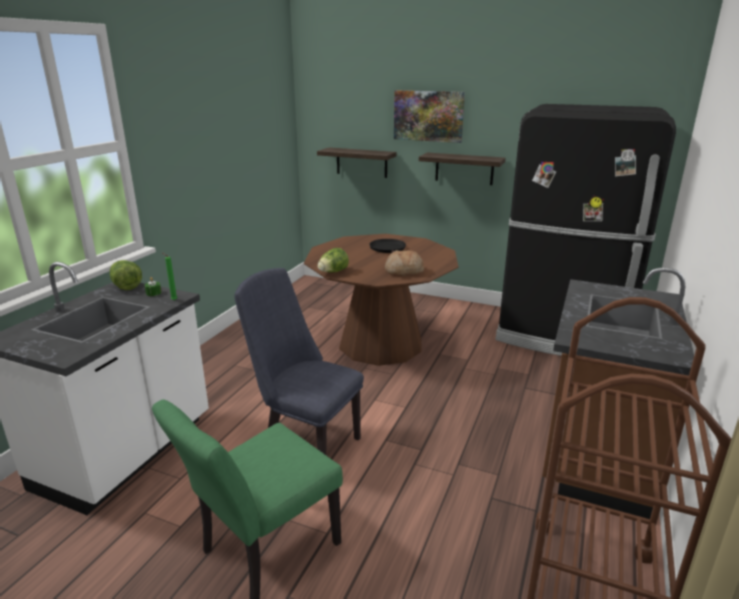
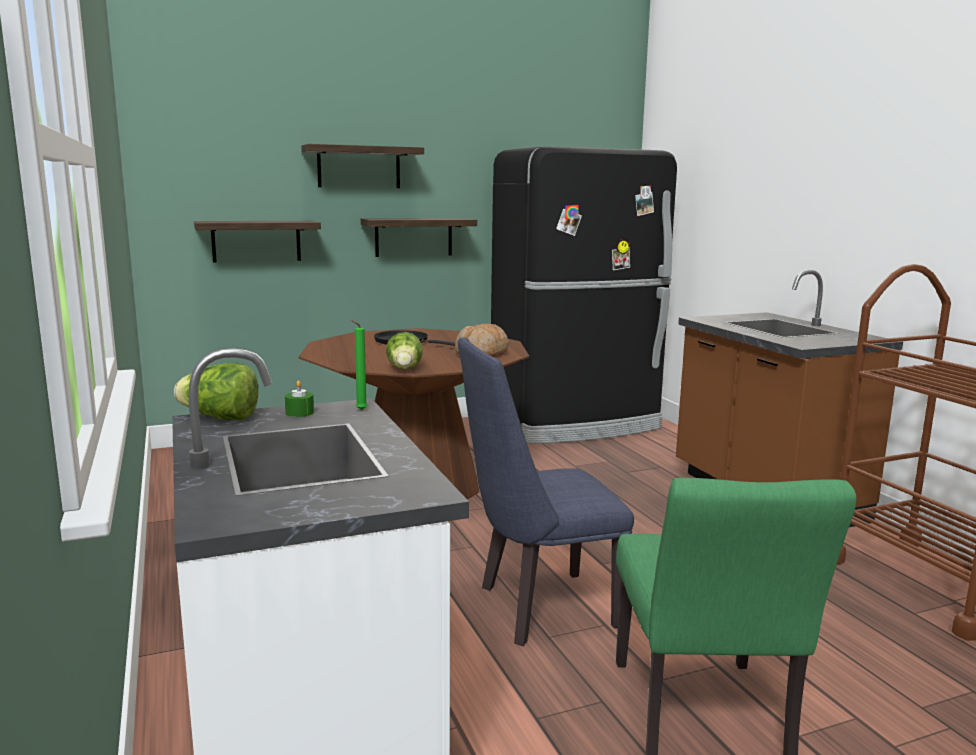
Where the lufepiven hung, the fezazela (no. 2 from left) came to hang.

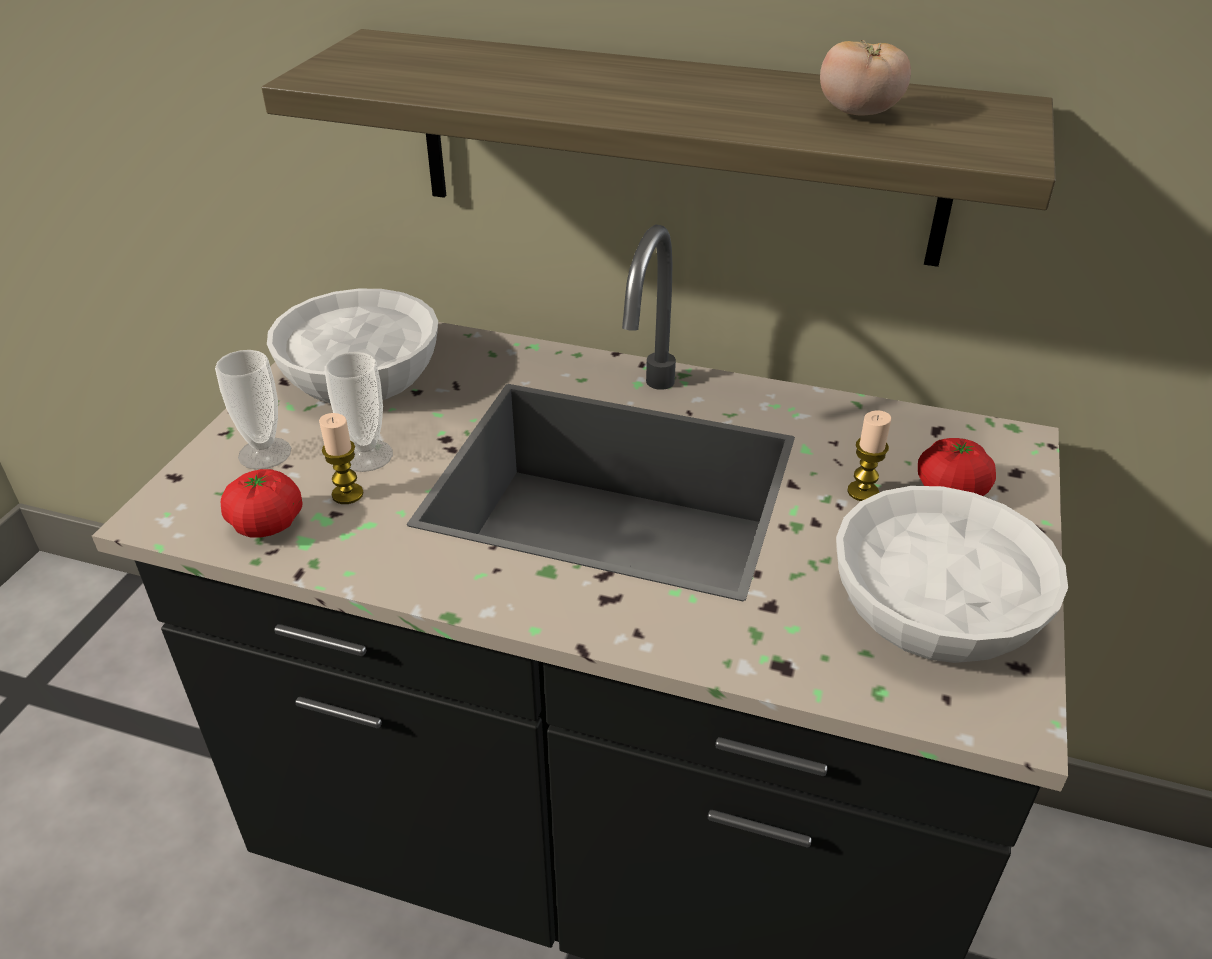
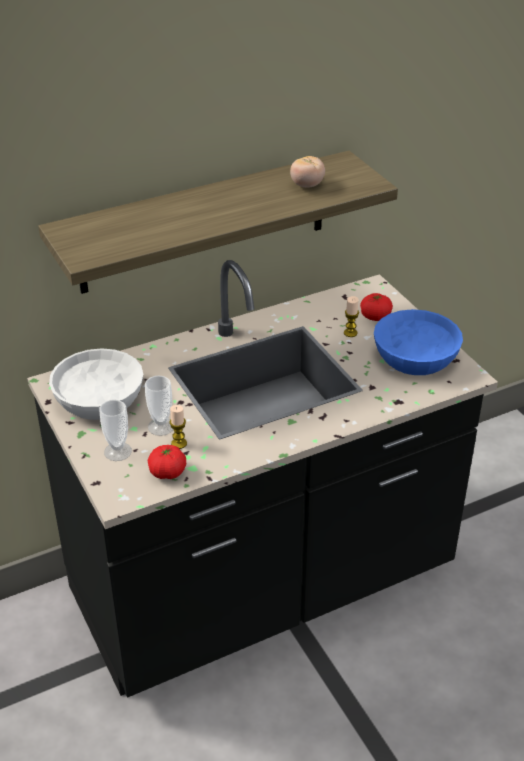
What was the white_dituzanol (no. 2 from left) turned into the blue_dituzanol.

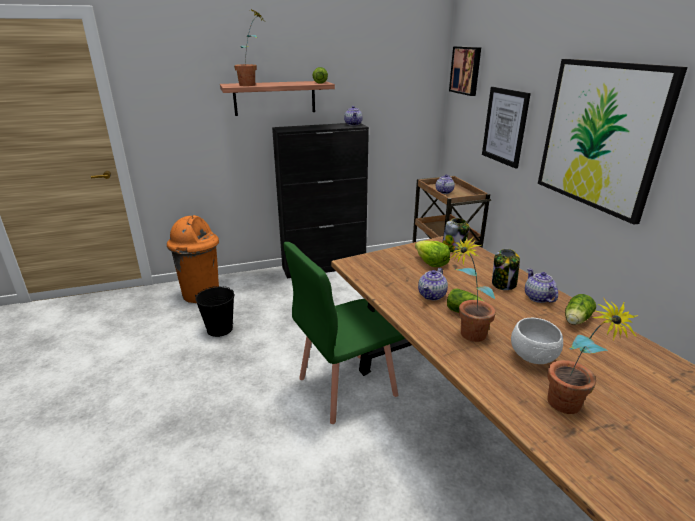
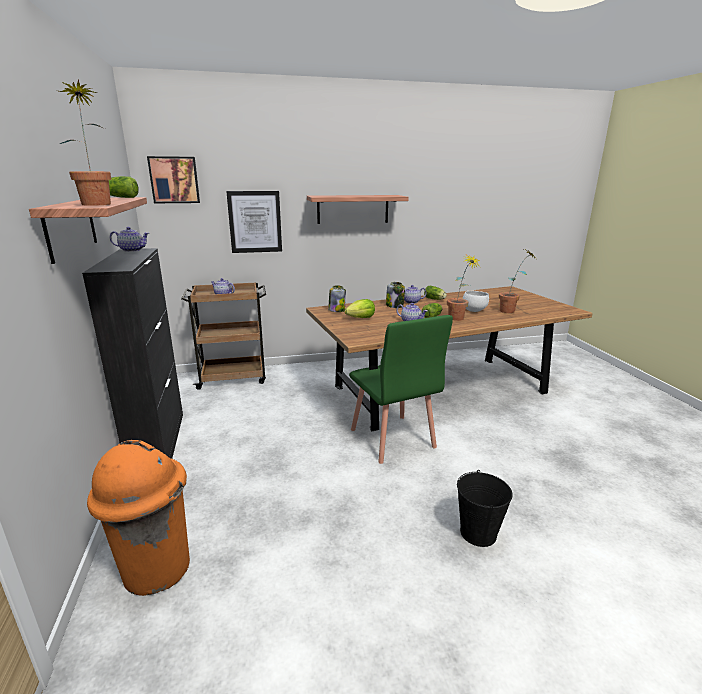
Where the lufepiven (no. 3 from left) hung, the fezazela (no. 2 from left) came to hang. The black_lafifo ended up elsewhere.

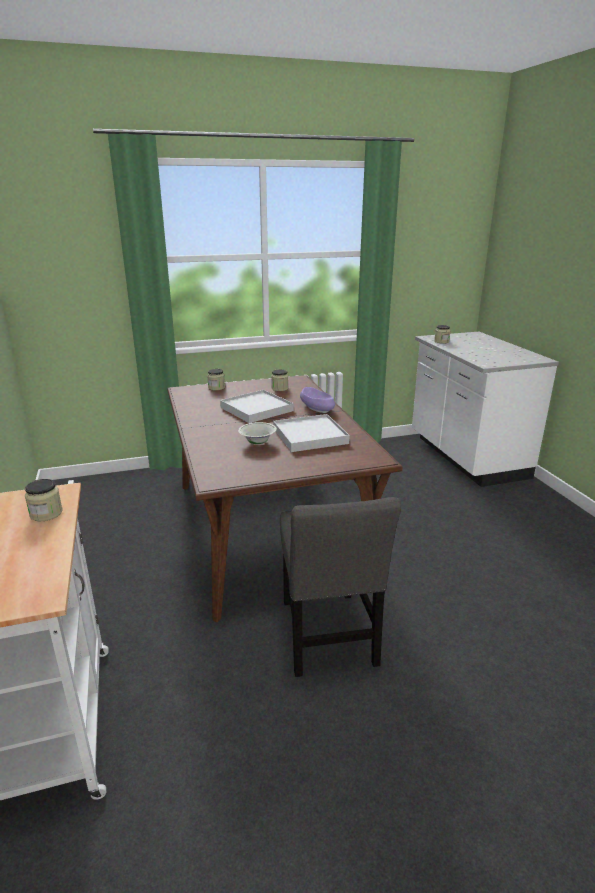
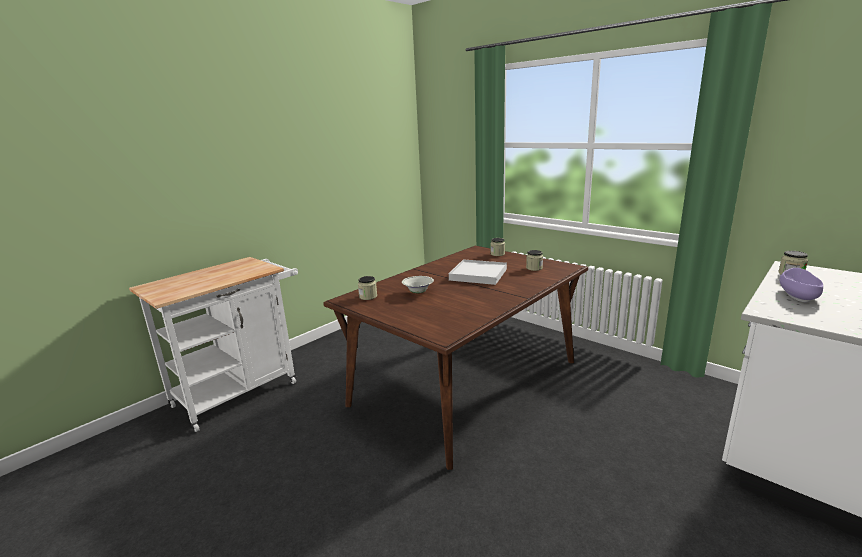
The purple_dituzanol ended up elsewhere. The second view lost the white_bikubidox (no. 2 from left). The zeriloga (no. 1 from left) ended up elsewhere. The second view lost the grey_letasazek.

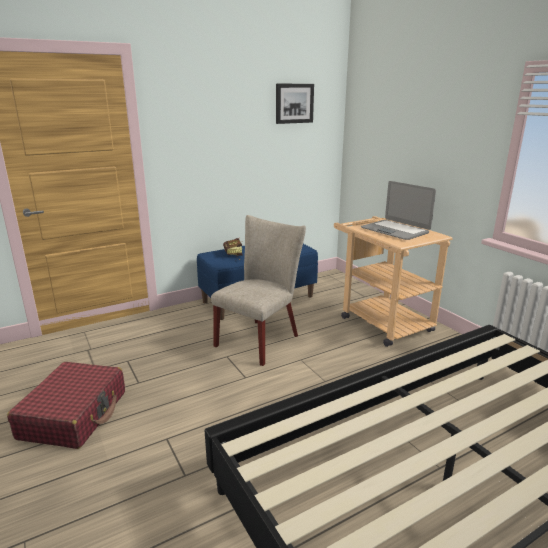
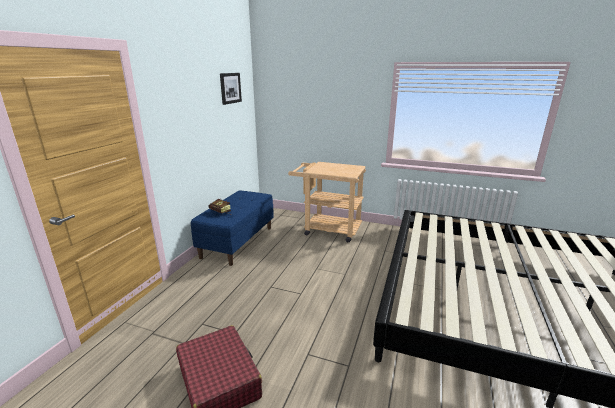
The second view lost the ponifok. The second view lost the beige_letasazek.

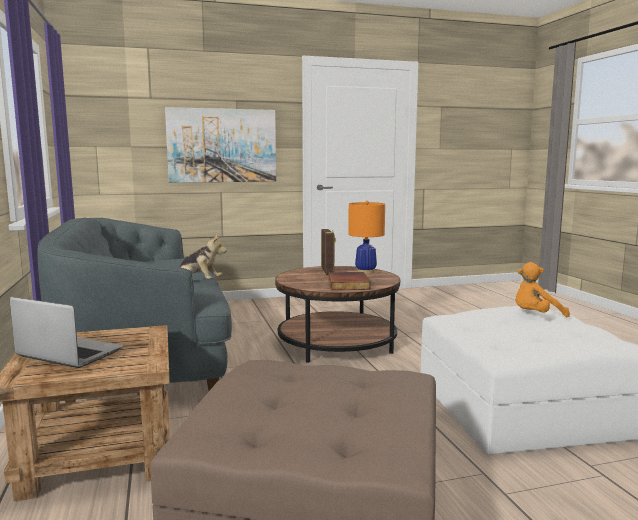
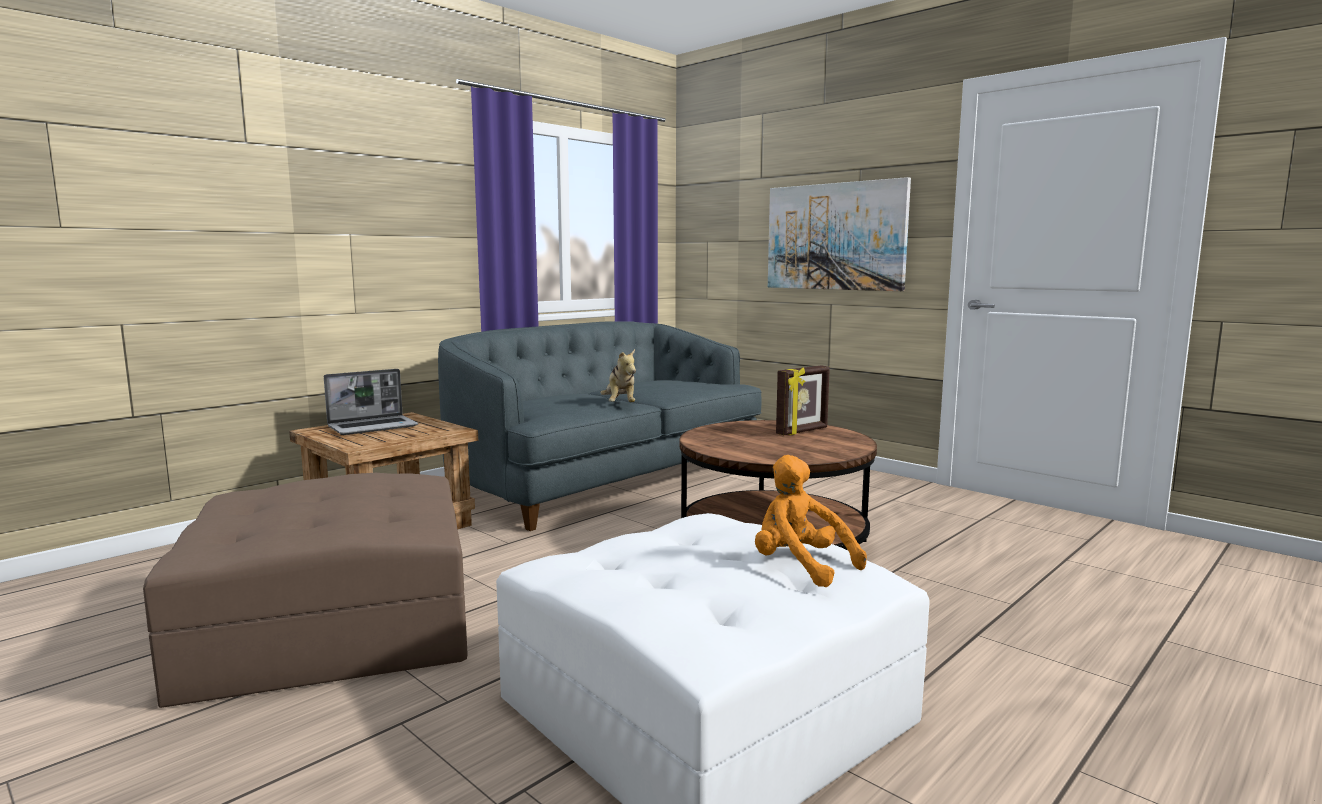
The second view lost the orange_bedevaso. The second view lost the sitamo. The ponifok ended up facing another way, 60 degrees clockwise from before.

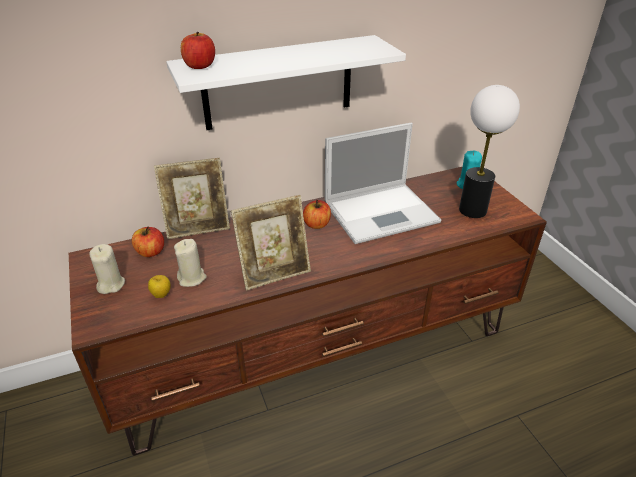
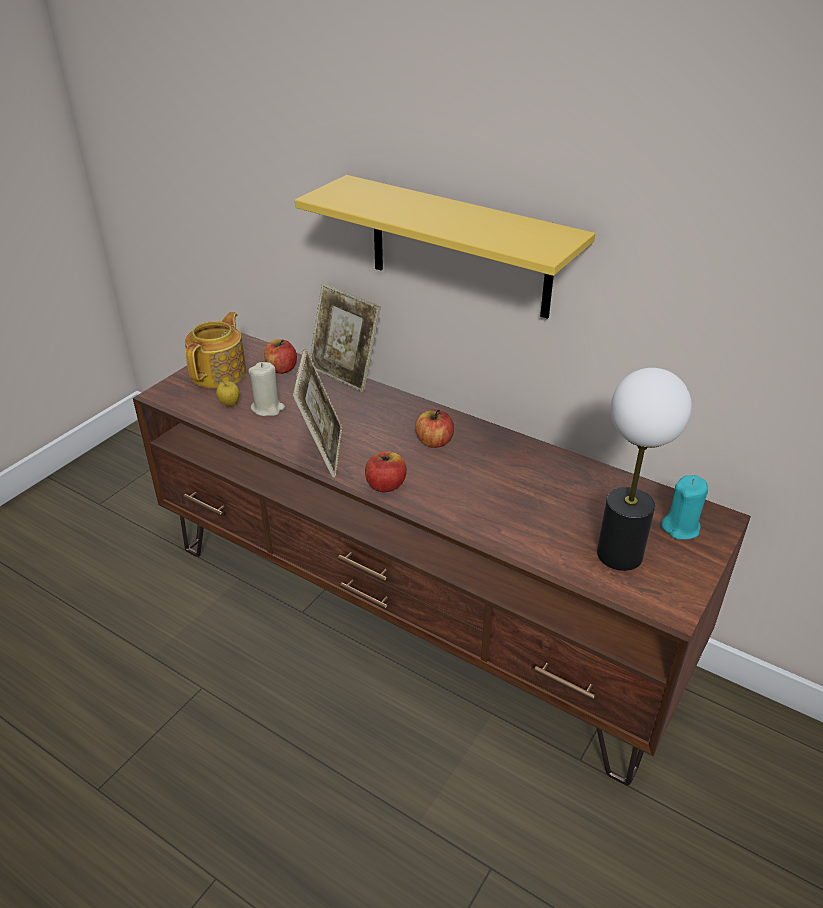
The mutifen (no. 3 from left) ended up elsewhere. What was the white_fezazela turned into the yellow_fezazela. The second view lost the ponifok. The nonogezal (no. 2 from left in the first image) ended up facing another way, 120 degrees counterclockwise from before. Where the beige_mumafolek (no. 1 from left) stood, the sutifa came to stand.

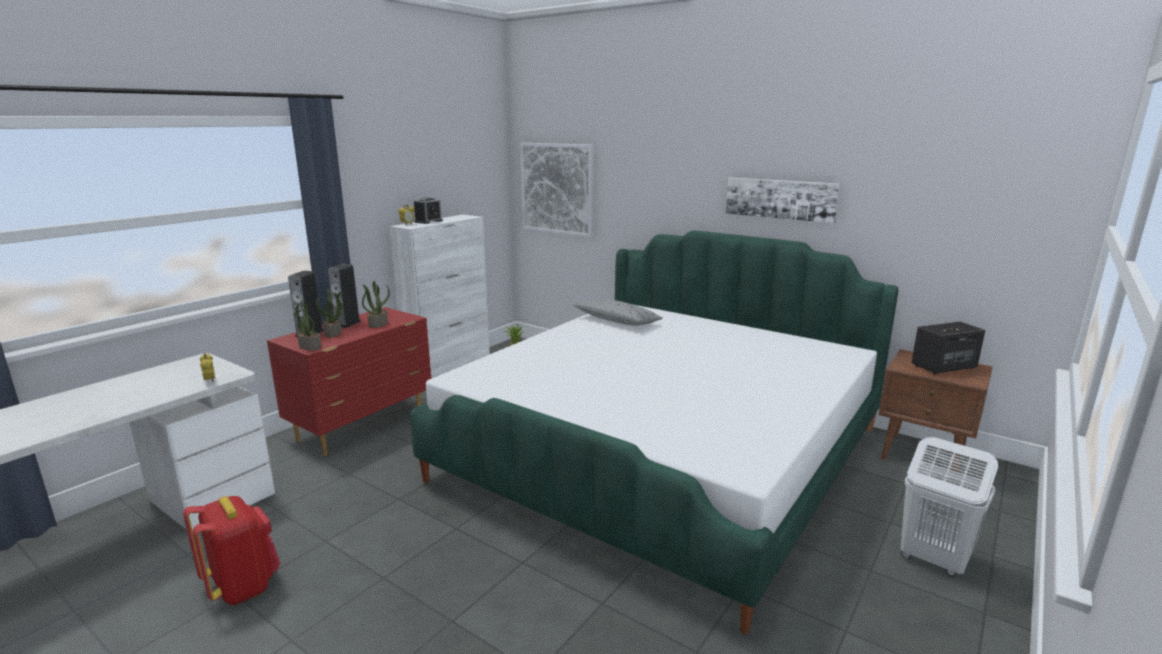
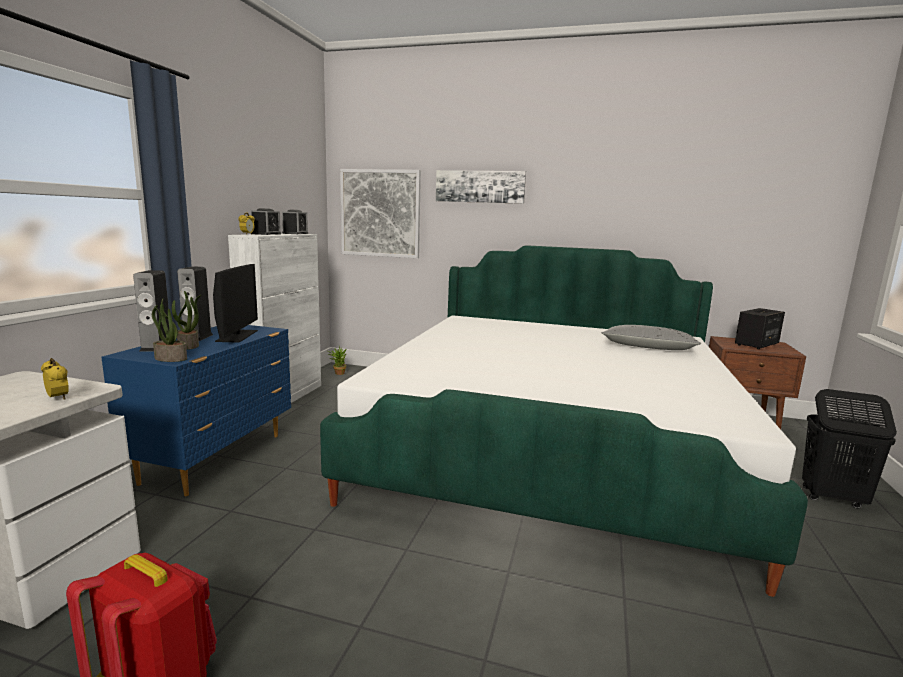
The lufepiven (no. 2 from left) ended up elsewhere. Where the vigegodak (no. 3 from left) stood, the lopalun came to stand. The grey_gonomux ended up elsewhere. What was the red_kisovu turned into the blue_kisovu. What was the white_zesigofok turned into the black_zesigofok. The second view gained the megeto (no. 4 from left).

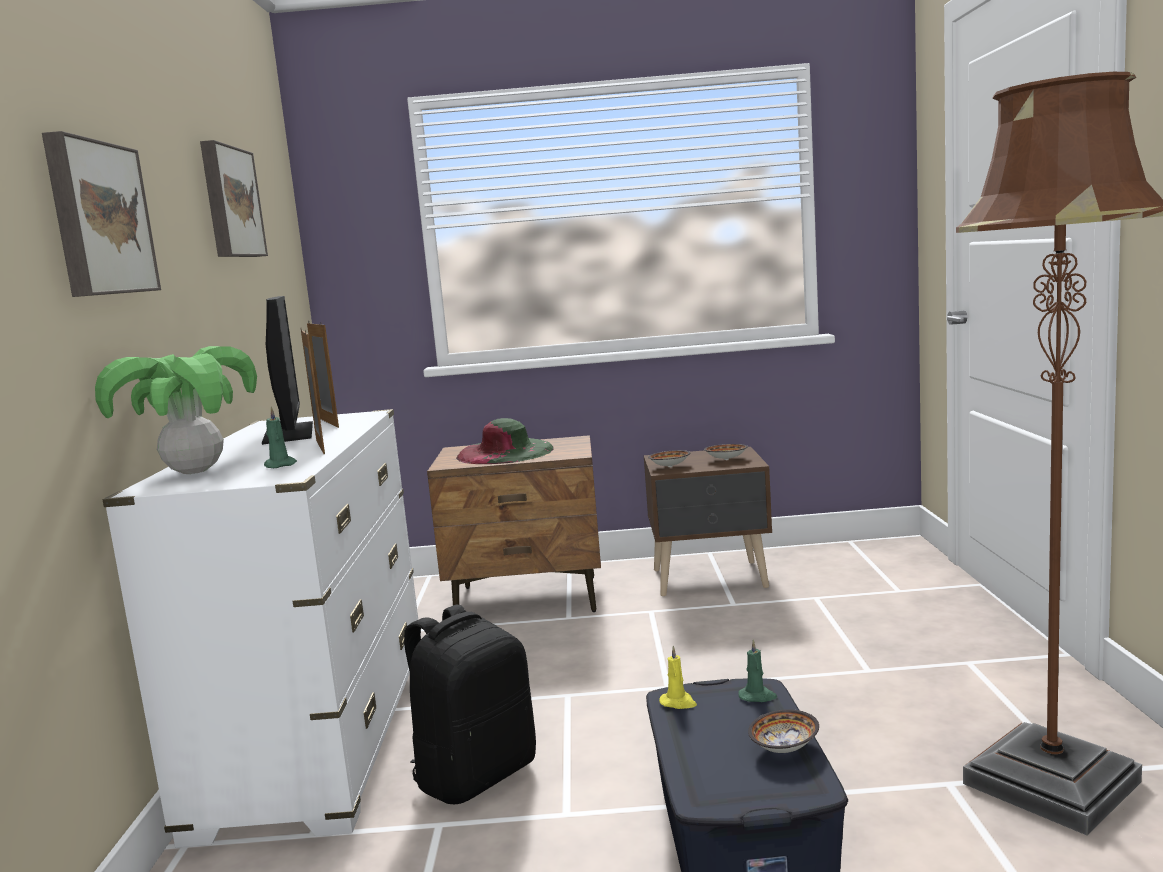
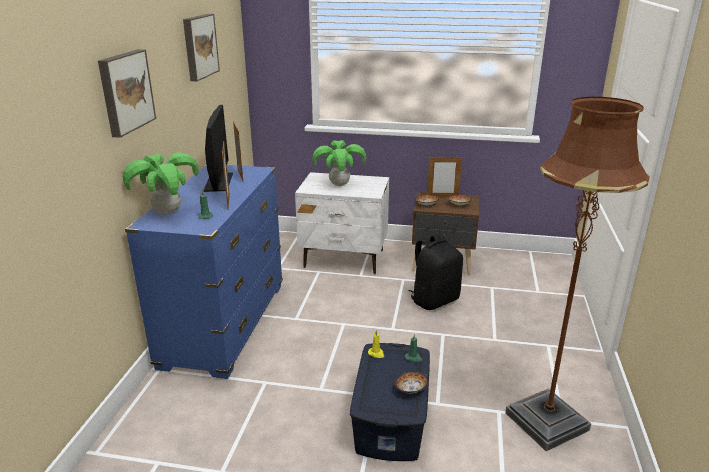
What was the white_kisovu turned into the blue_kisovu. Where the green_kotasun stood, the vigegodak (no. 2 from left) came to stand. What was the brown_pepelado (no. 1 from left) turned into the white_pepelado. The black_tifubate ended up elsewhere. The second view gained the nonogezal (no. 3 from left).

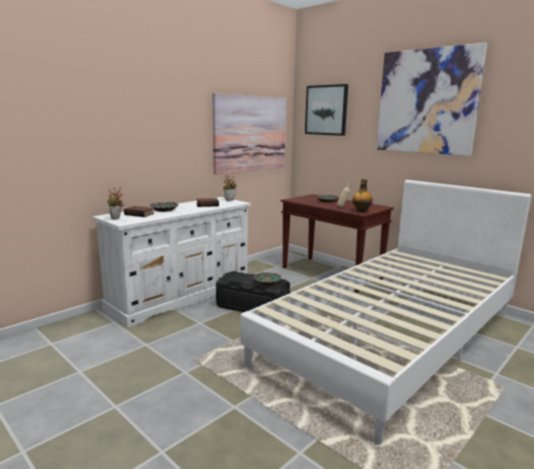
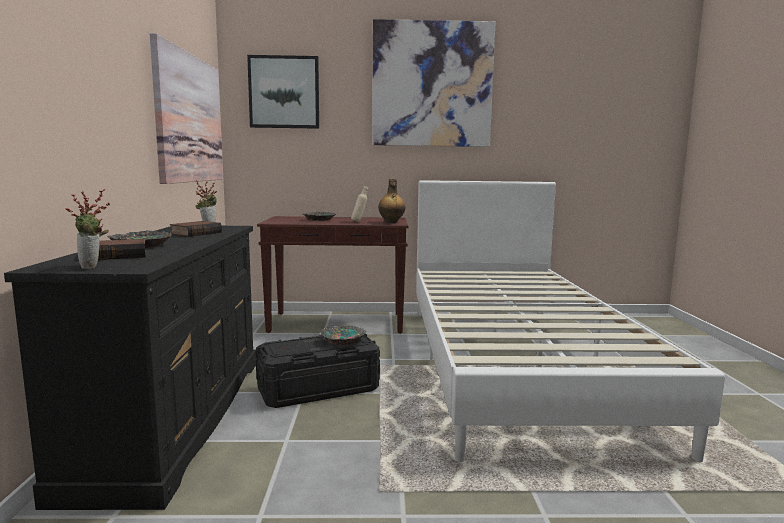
What was the white_kisovu turned into the black_kisovu.

